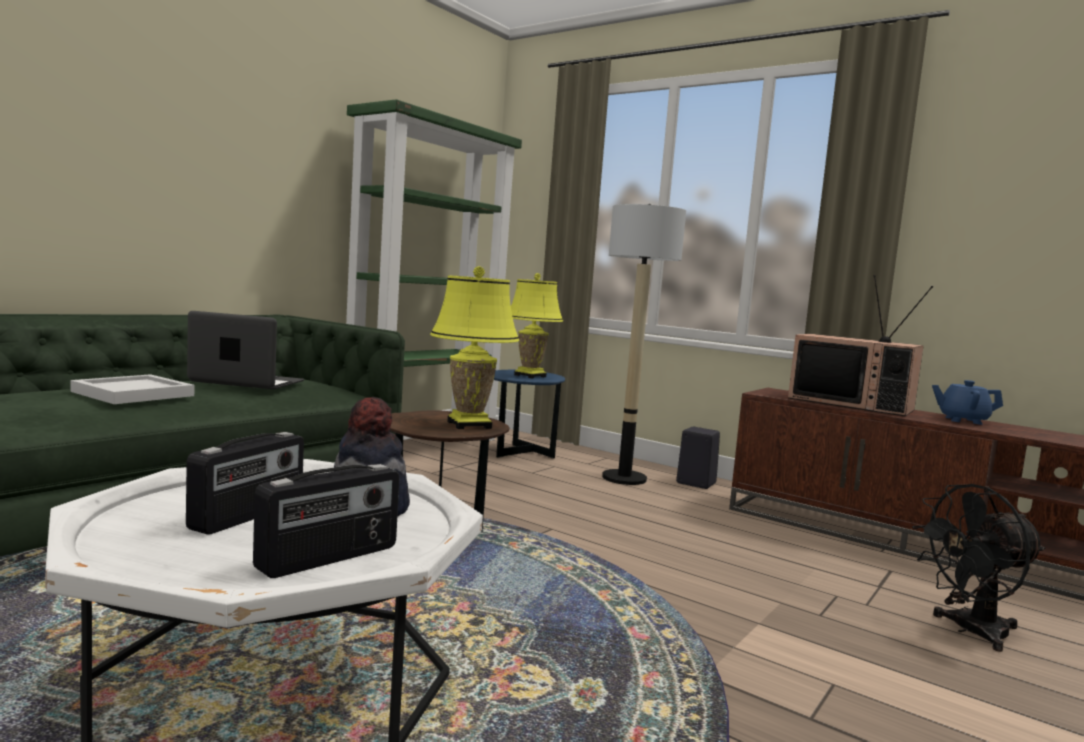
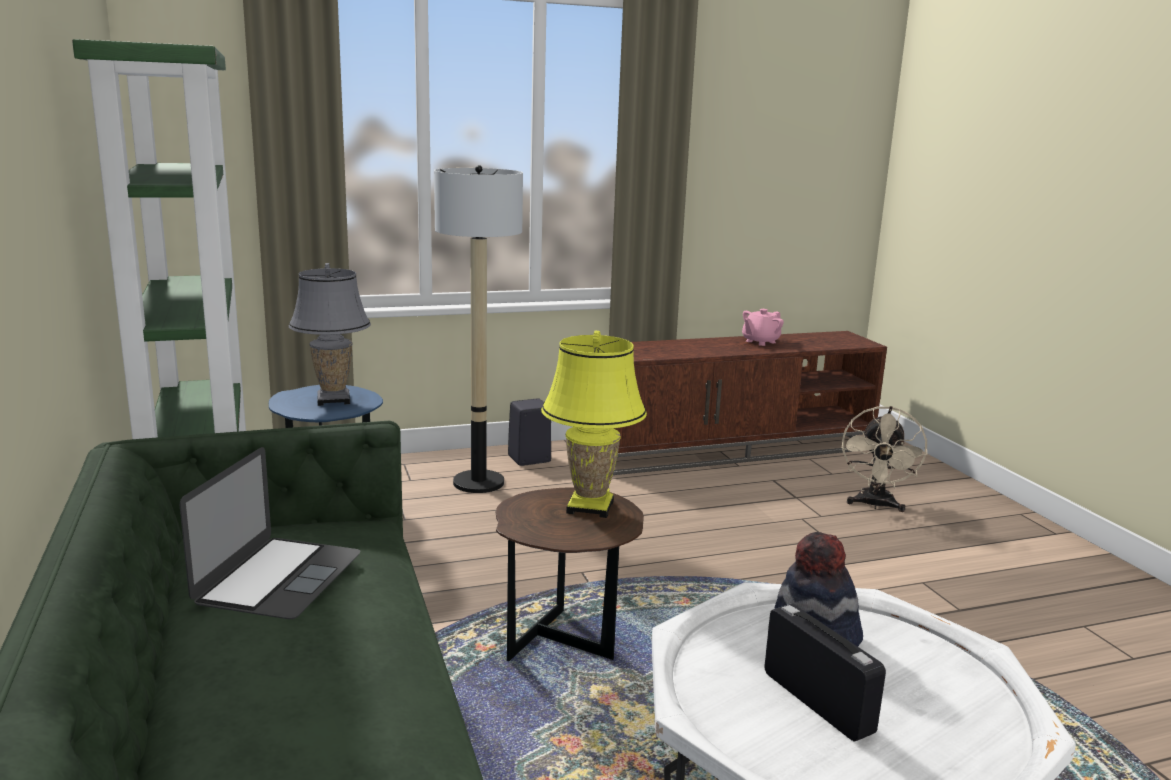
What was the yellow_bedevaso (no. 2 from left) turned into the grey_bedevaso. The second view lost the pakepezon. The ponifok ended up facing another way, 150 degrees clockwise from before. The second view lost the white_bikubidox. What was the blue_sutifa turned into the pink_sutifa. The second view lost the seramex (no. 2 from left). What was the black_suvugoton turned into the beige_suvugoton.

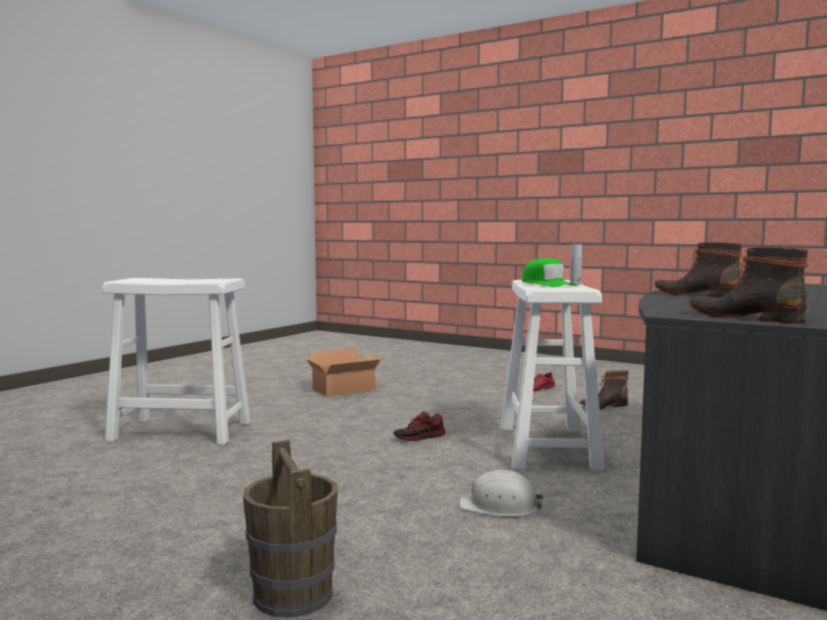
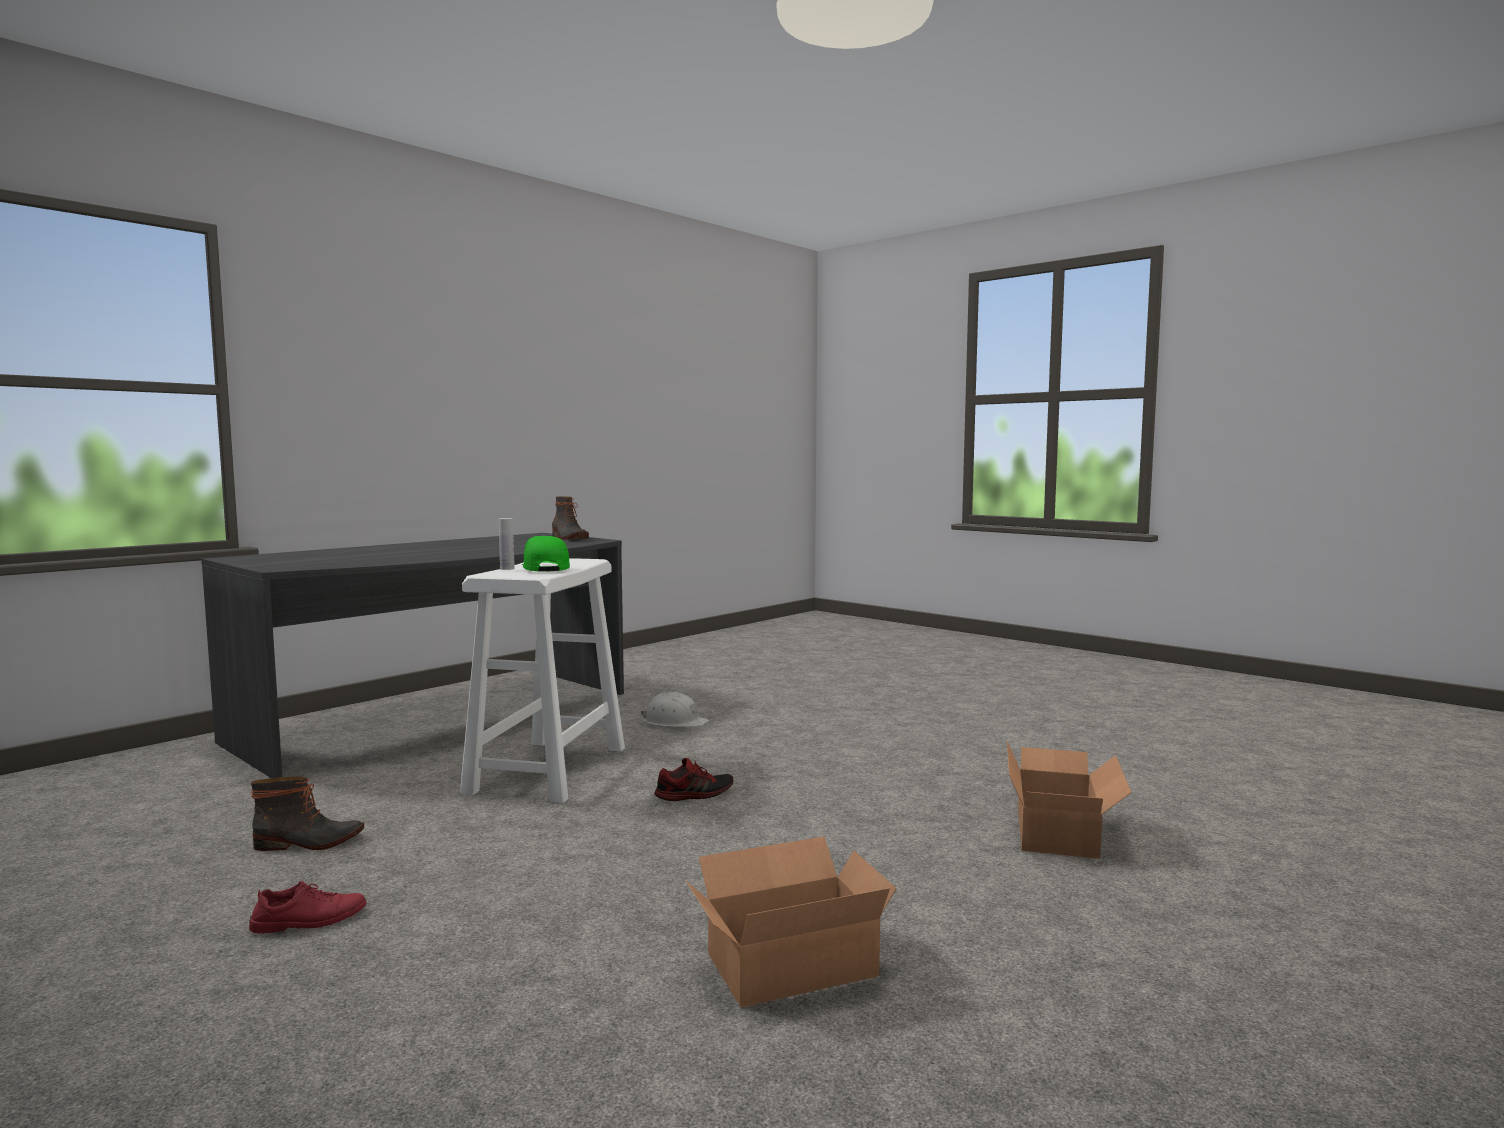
The second view lost the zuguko (no. 2 from left). Where the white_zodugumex (no. 1 from left) stood, the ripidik (no. 2 from left) came to stand. The second view lost the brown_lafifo.

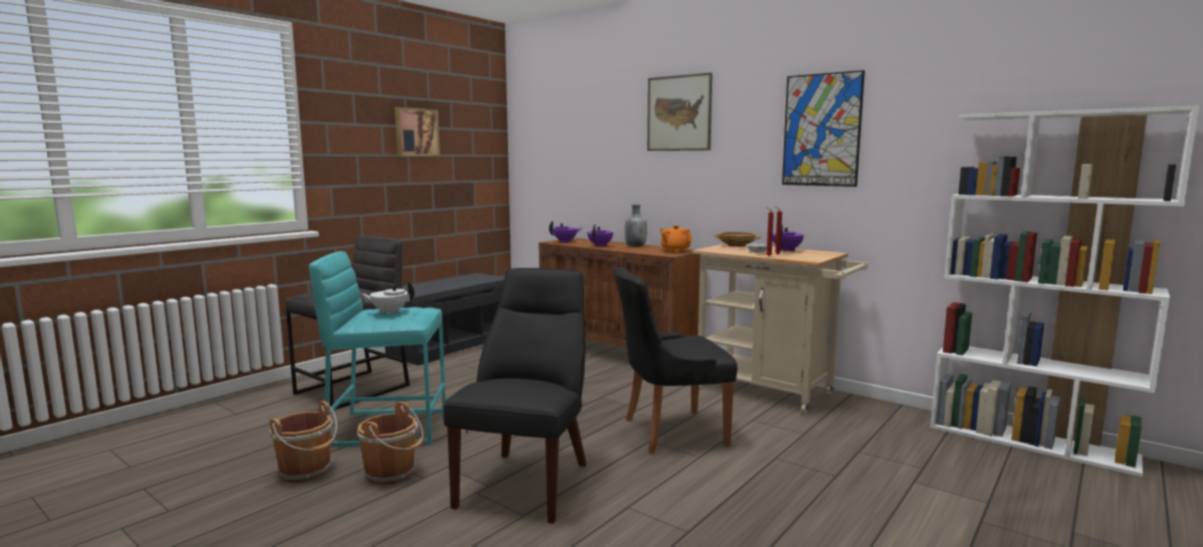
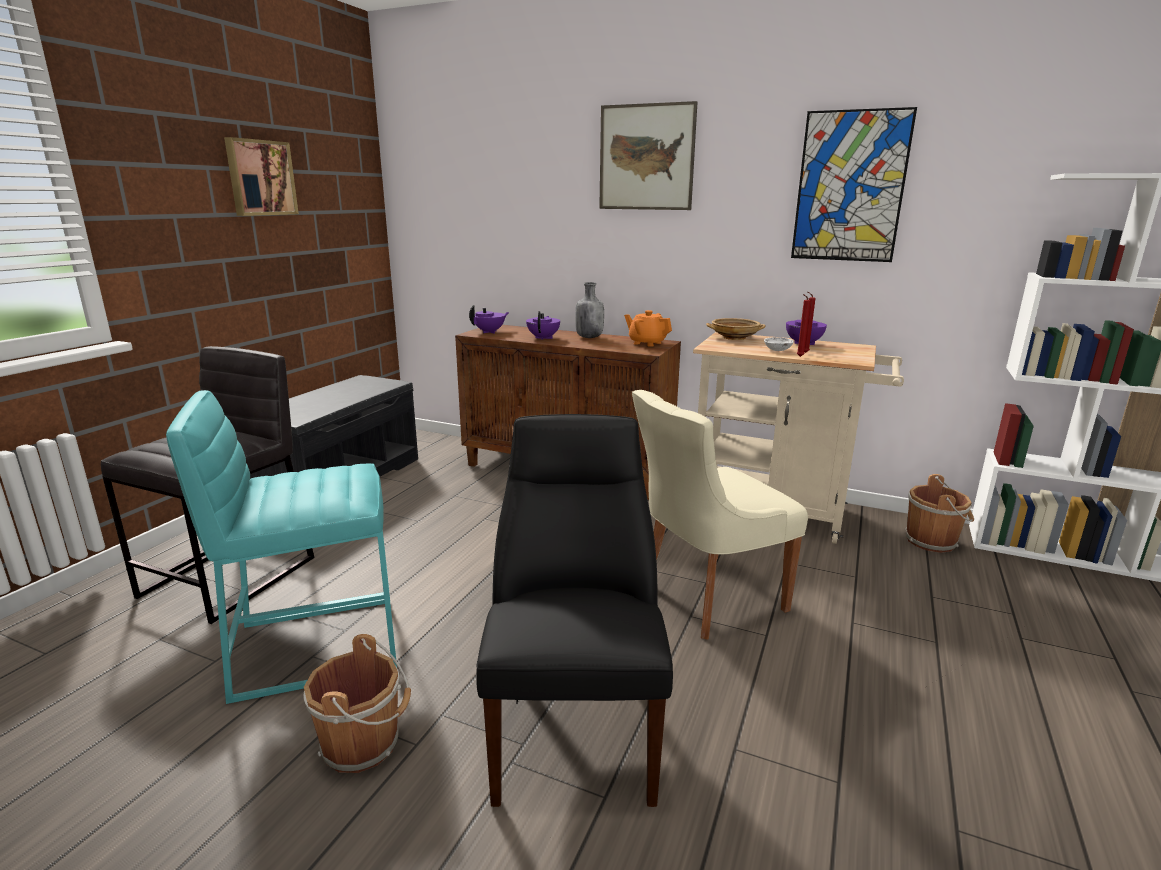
What was the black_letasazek (no. 2 from left) turned into the beige_letasazek. The second view lost the white_sutifa. The brown_lafifo (no. 1 from left in the first image) ended up elsewhere.

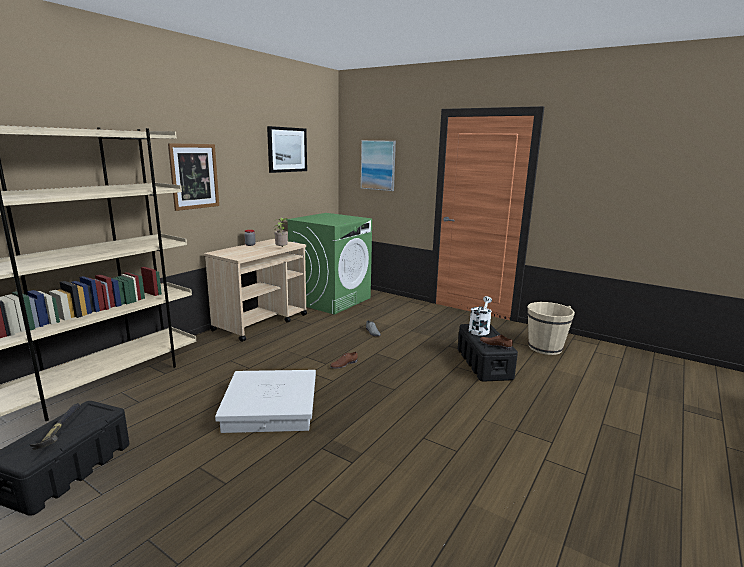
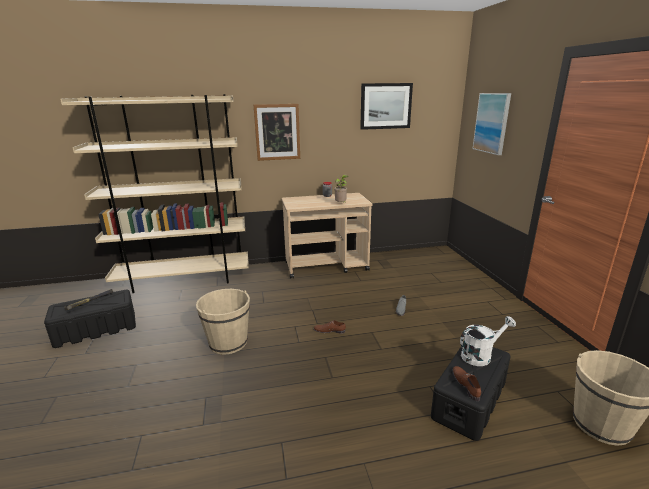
The second view lost the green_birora. Where the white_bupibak stood, the beige_lafifo (no. 1 from left) came to stand.

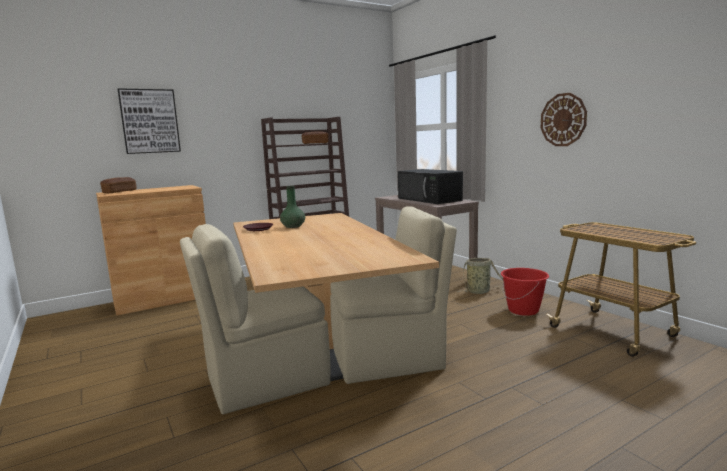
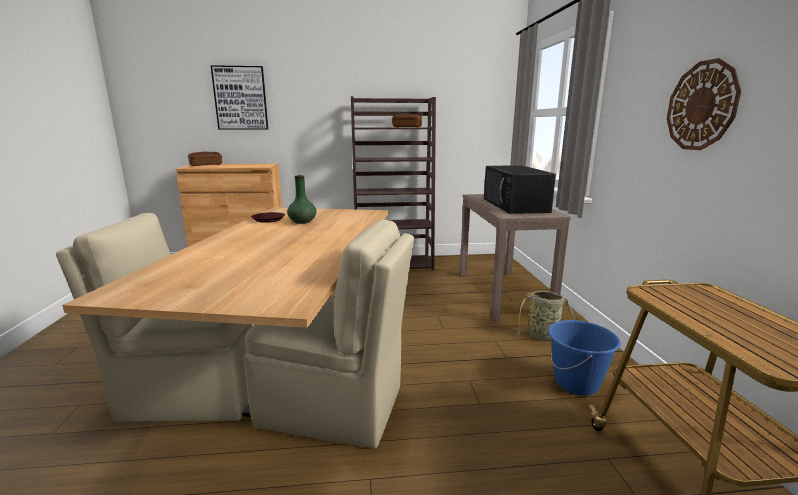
What was the red_lafifo turned into the blue_lafifo.

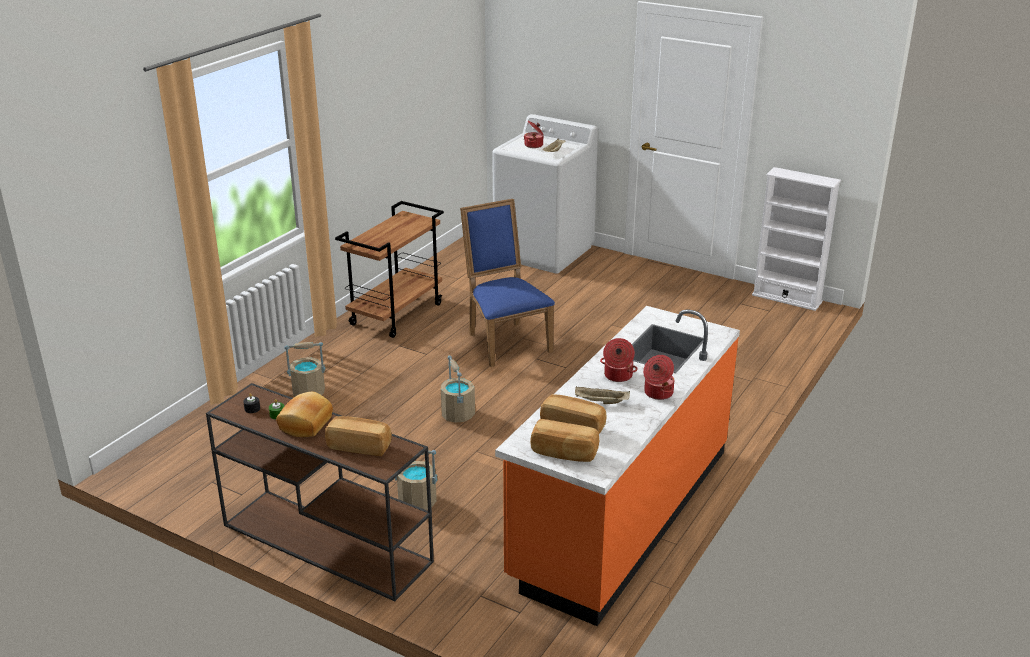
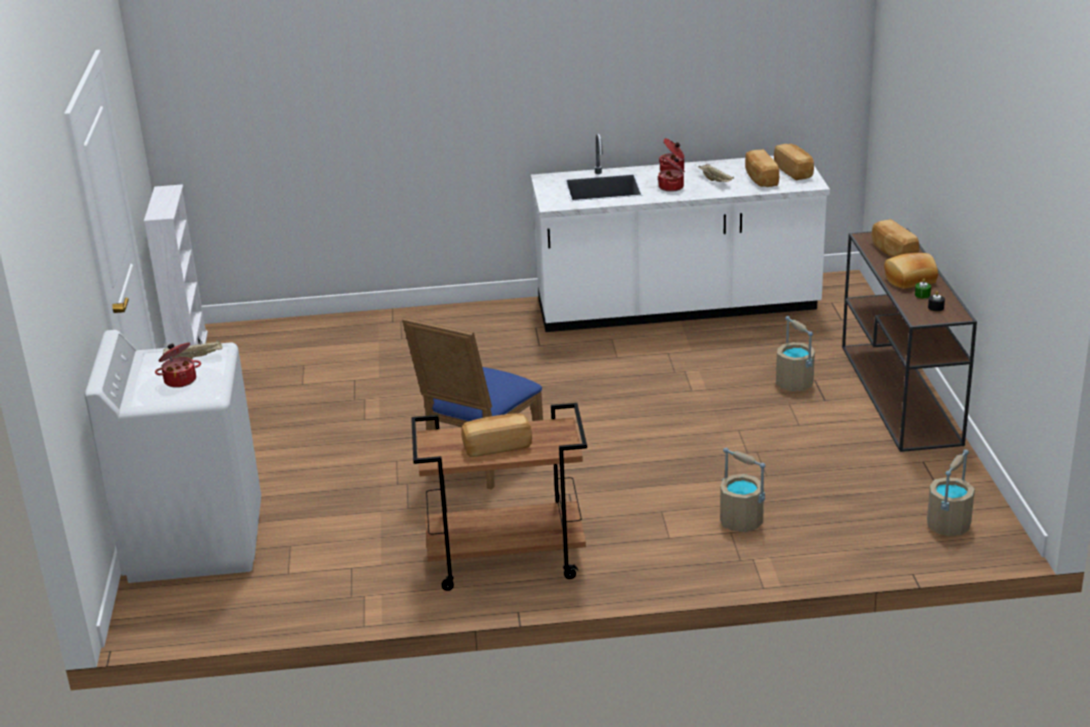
What was the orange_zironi turned into the white_zironi. The beige_lafifo (no. 3 from left) ended up elsewhere. The second view gained the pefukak (no. 1 from left).

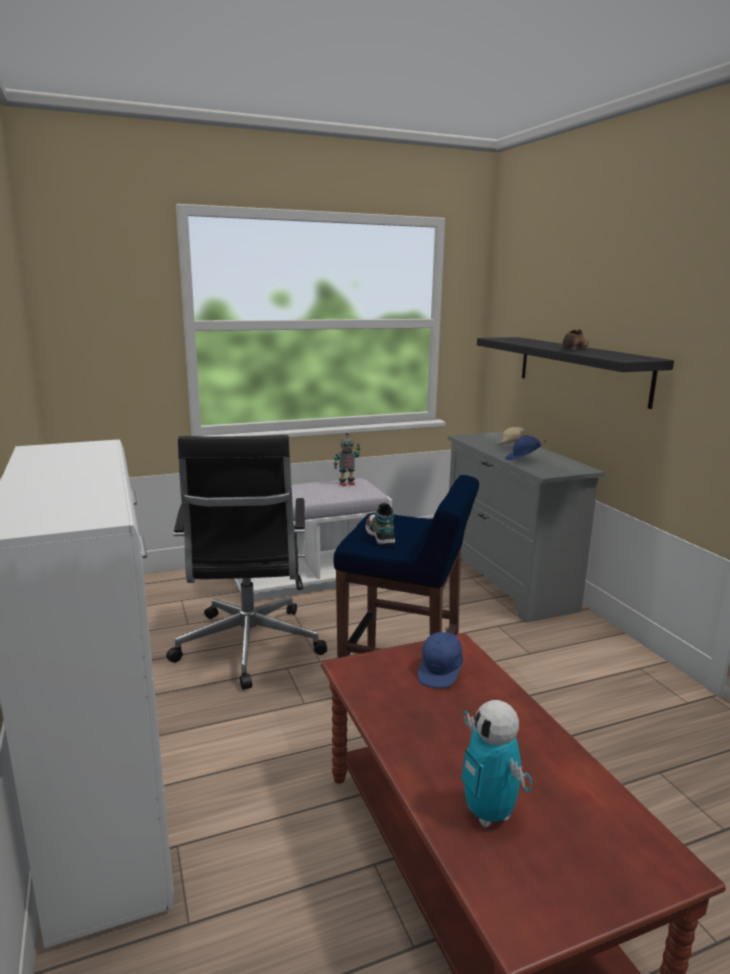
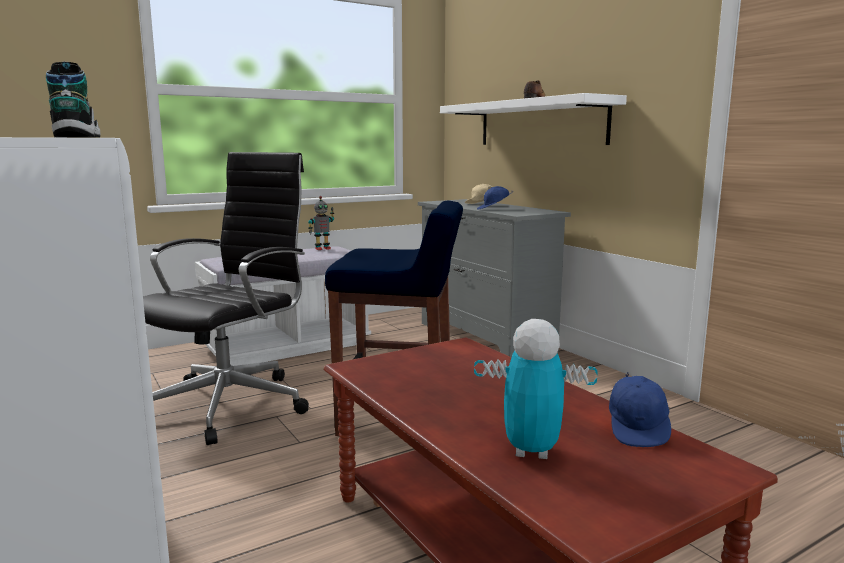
What was the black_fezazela turned into the white_fezazela. The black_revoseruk ended up facing another way, 135 degrees counterclockwise from before. The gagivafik (no. 1 from left) ended up elsewhere. The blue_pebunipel (no. 1 from left in the first image) ended up elsewhere. The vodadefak (no. 2 from left) ended up facing another way, 135 degrees clockwise from before.

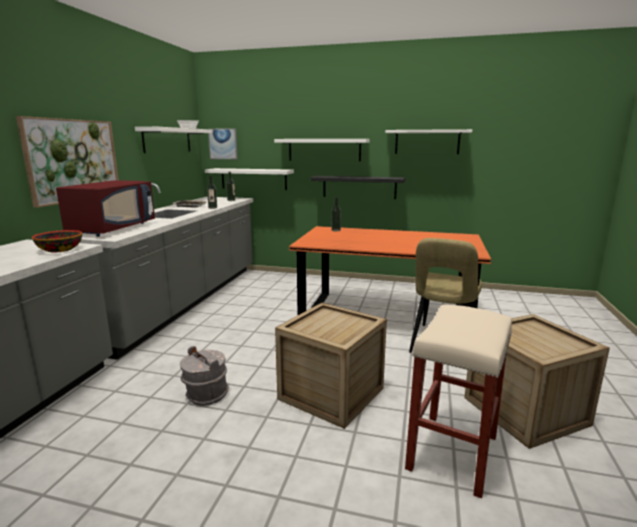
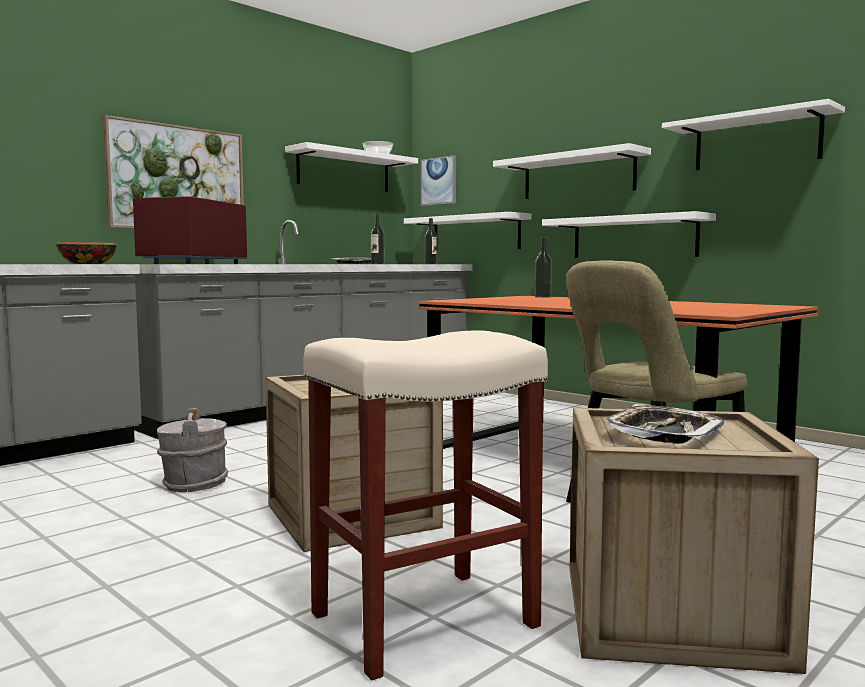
What was the black_fezazela turned into the white_fezazela (no. 4 from left). The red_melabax ended up facing another way, 150 degrees clockwise from before. The second view gained the bikubidox (no. 2 from left).

